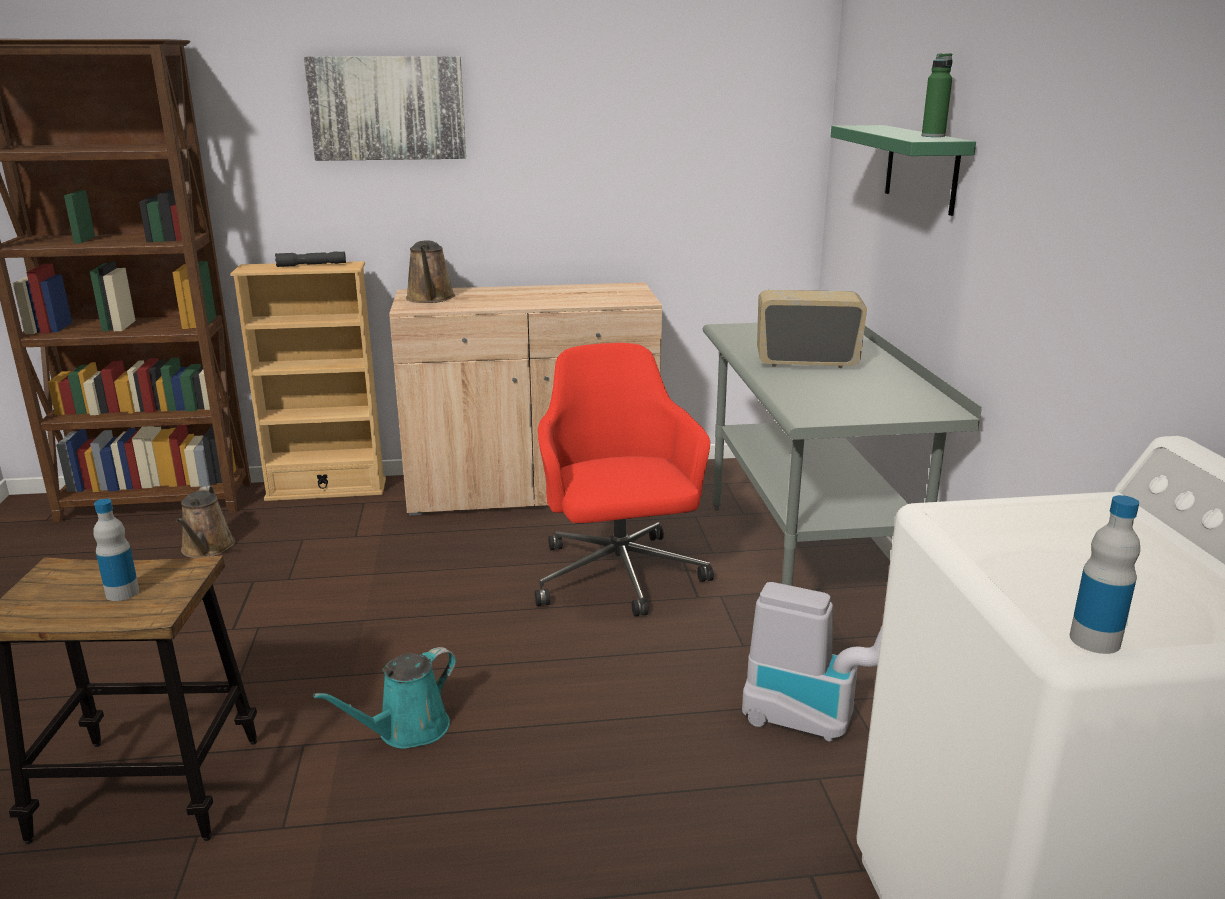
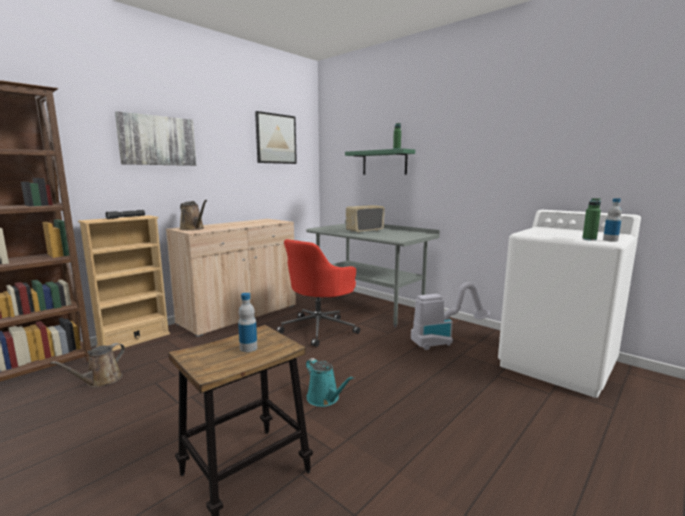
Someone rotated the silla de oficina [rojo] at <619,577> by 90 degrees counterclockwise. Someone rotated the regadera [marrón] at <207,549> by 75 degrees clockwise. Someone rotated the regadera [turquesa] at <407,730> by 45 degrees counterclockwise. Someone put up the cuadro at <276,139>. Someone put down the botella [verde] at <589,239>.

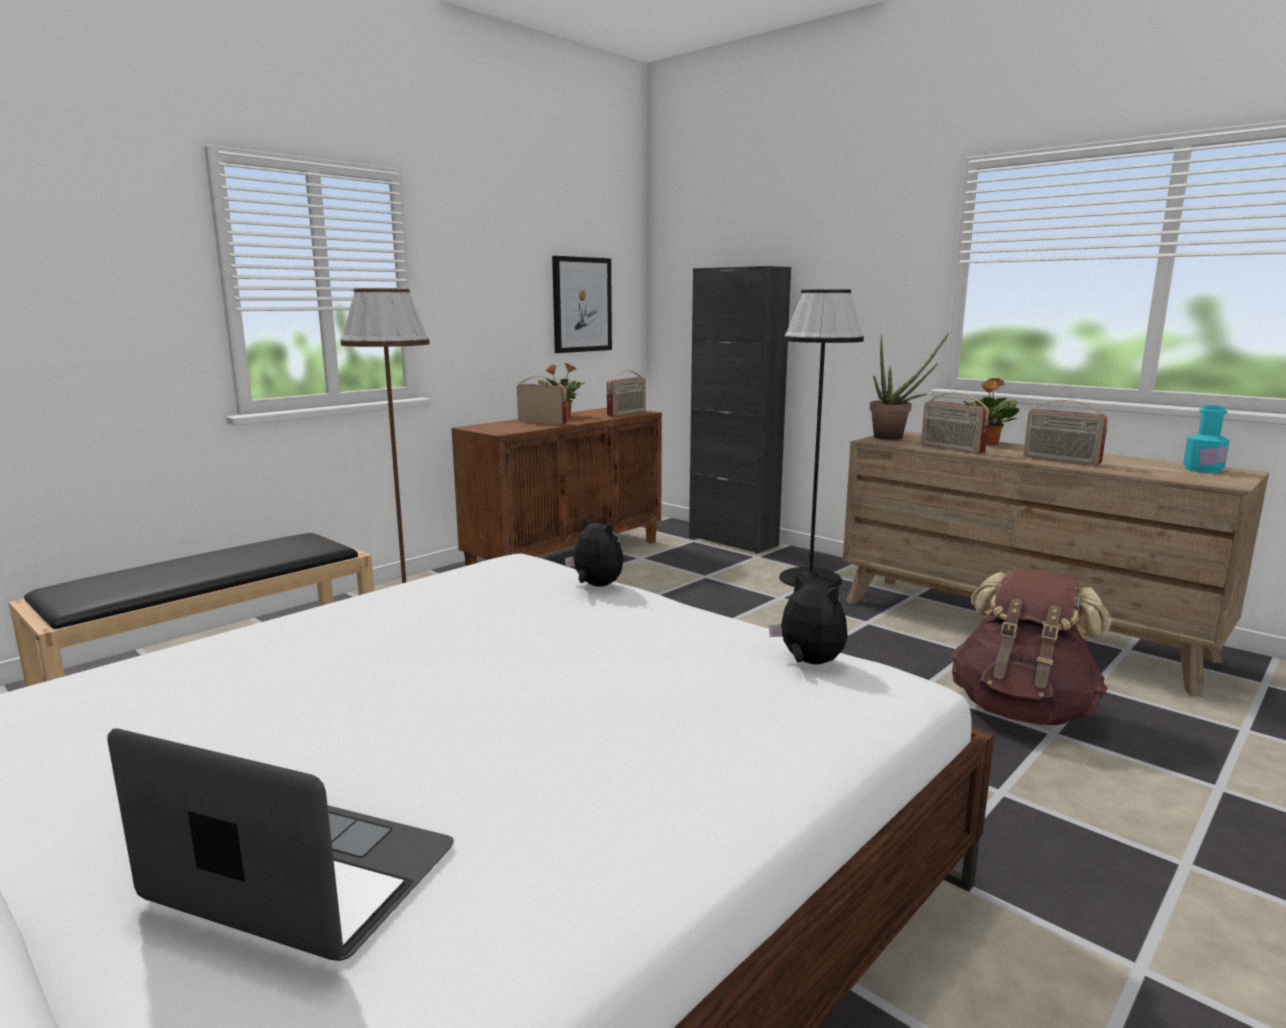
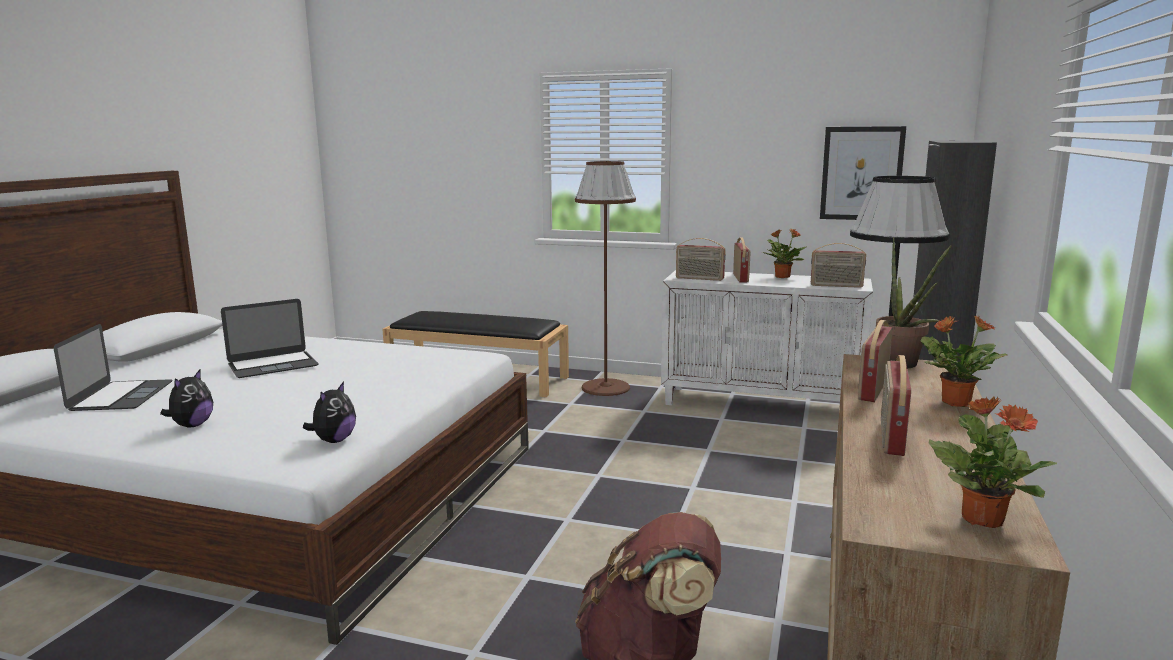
Someone swapped the botella [turquesa] at <1202,470> for the planta en maceta at <981,518>. Someone repainted the armario [marrón] at <566,556>, which became the armario [blanco] at <762,404>. Someone carried the peluche from <595,586> to <192,425>. Someone put down the radio at <699,279>. Someone put down the portátil at <273,365>.

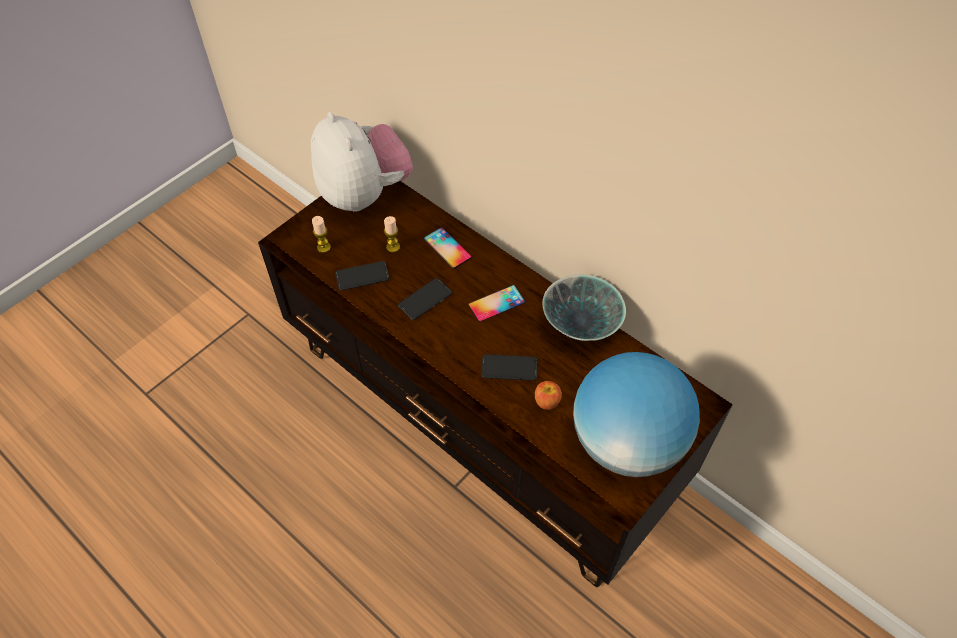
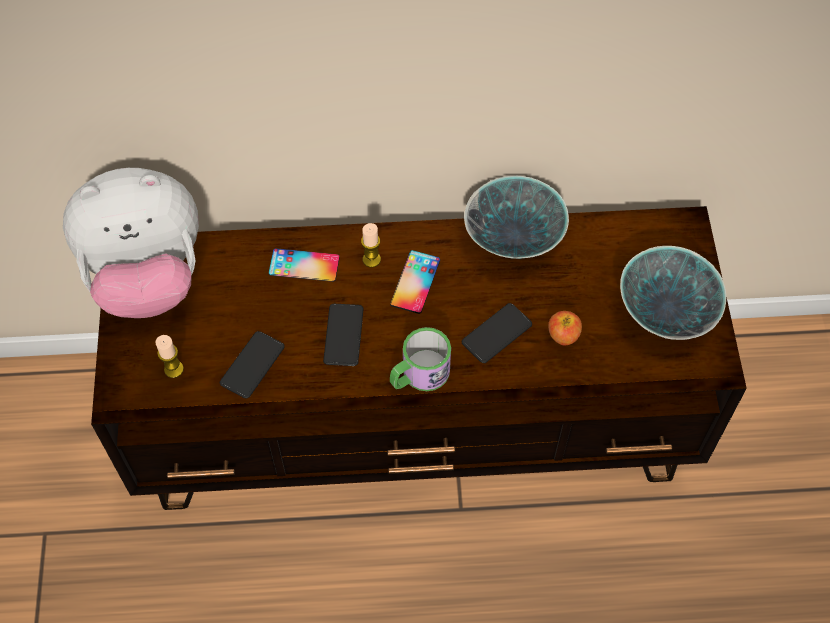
Someone rotated the peluche at <364,194> by 150 degrees clockwise. Someone carried the vela from <393,247> to <371,259>. Someone swapped the globo terráqueo at <627,442> for the cuenco at <664,313>. Someone put down the taza grande at <418,375>.

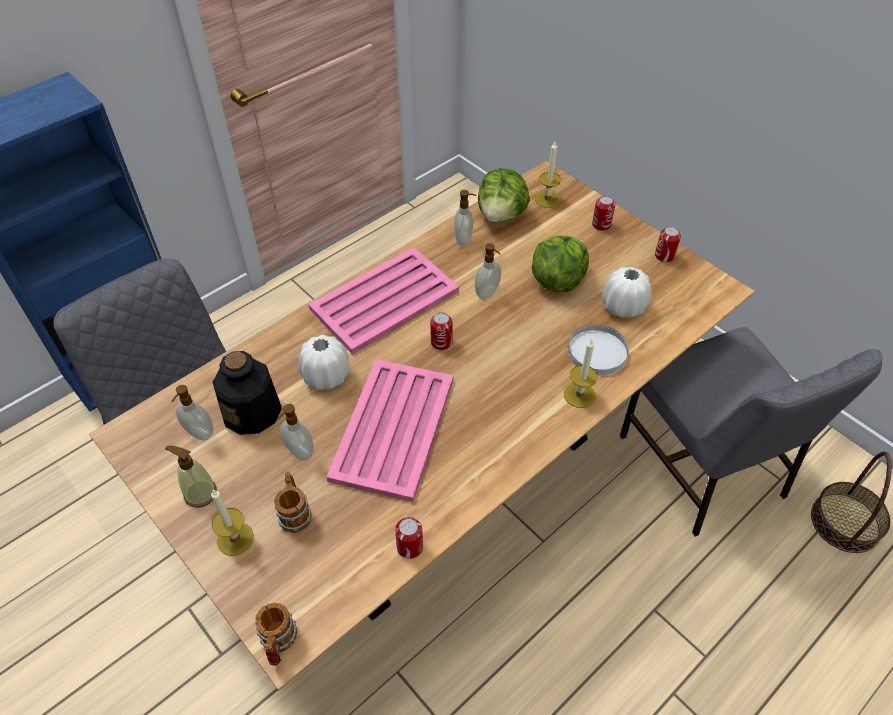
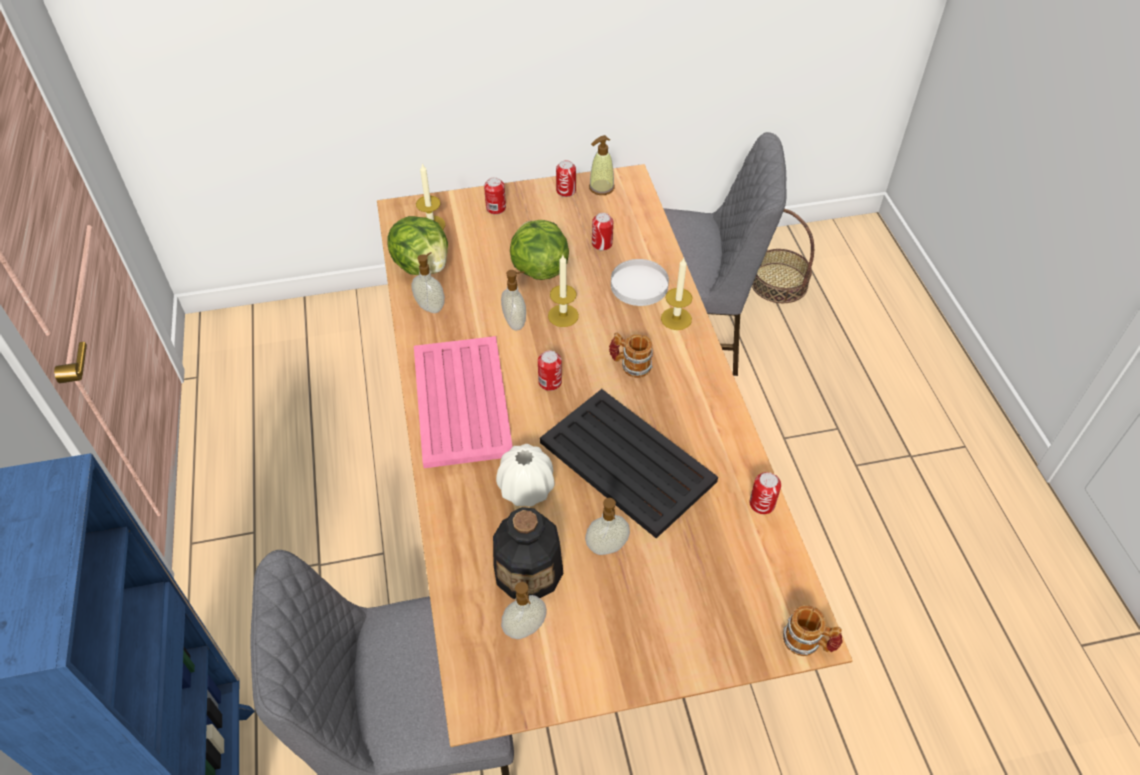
Someone swapped the florero [blanco] at <623,306> for the lata at <602,244>. Someone repainted the bandeja [rosa] at <394,427>, which became the bandeja [negro] at <626,460>. Someone carried the dispensador de jabón from <200,493> to <601,187>. Someone carried the taza grande from <295,512> to <630,365>. Someone carried the vela from <235,539> to <563,315>.

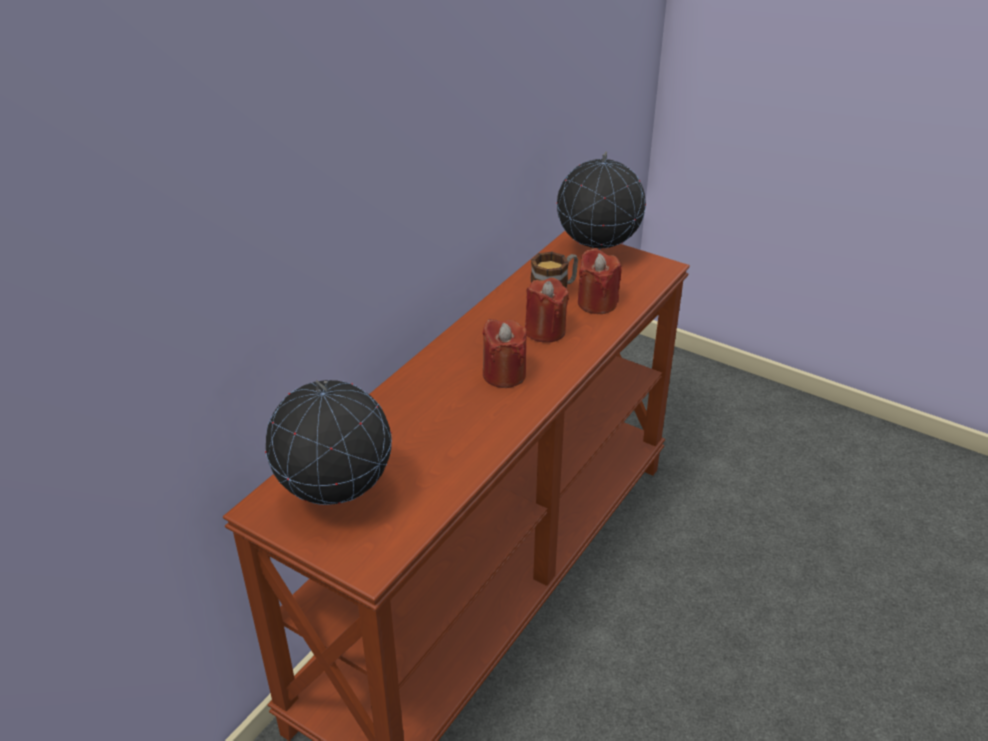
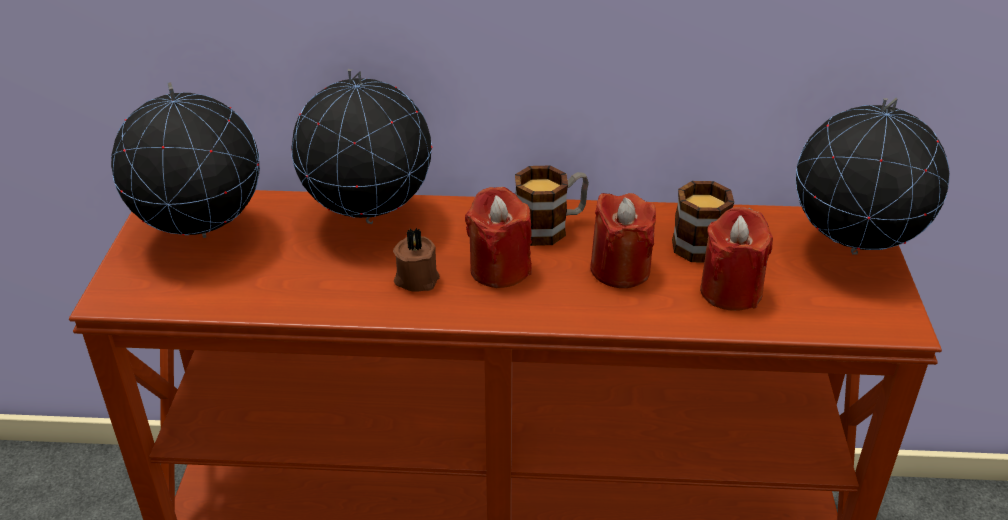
Someone put down the globo terráqueo at <368,221>. Someone put down the taza grande at <550,227>. Someone put down the vela [marrón] at <416,278>.

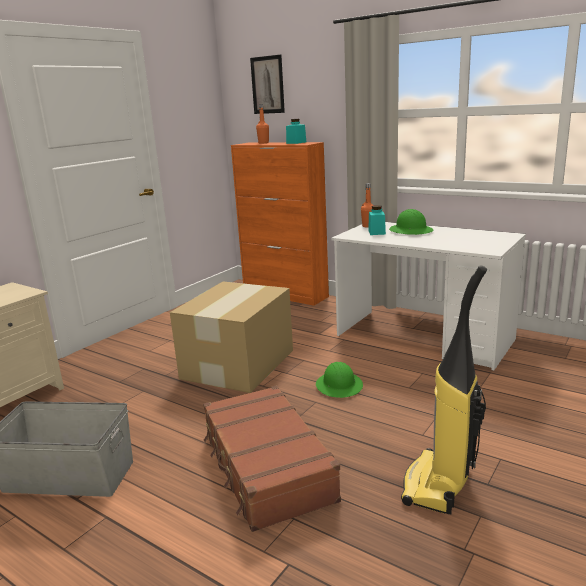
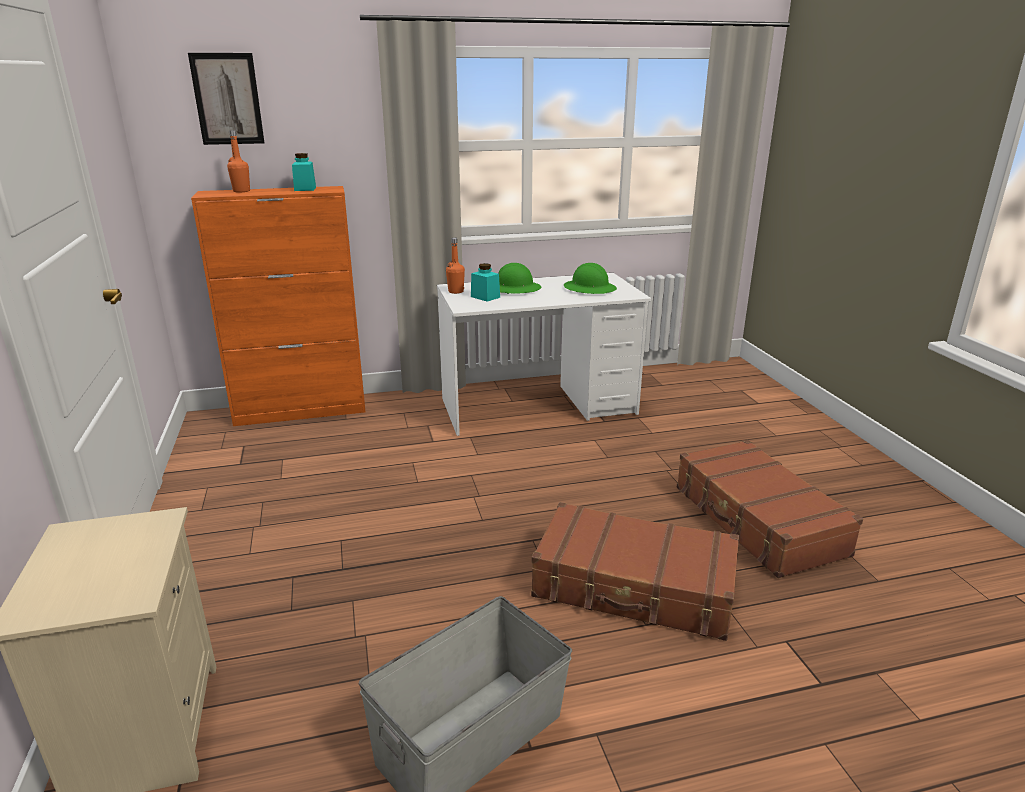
Someone swapped the aspiradora at <438,485> for the maleta [marrón] at <757,521>. Someone took away the caja de cartón at <237,364>. Someone carried the casco [verde] from <339,386> to <589,288>.

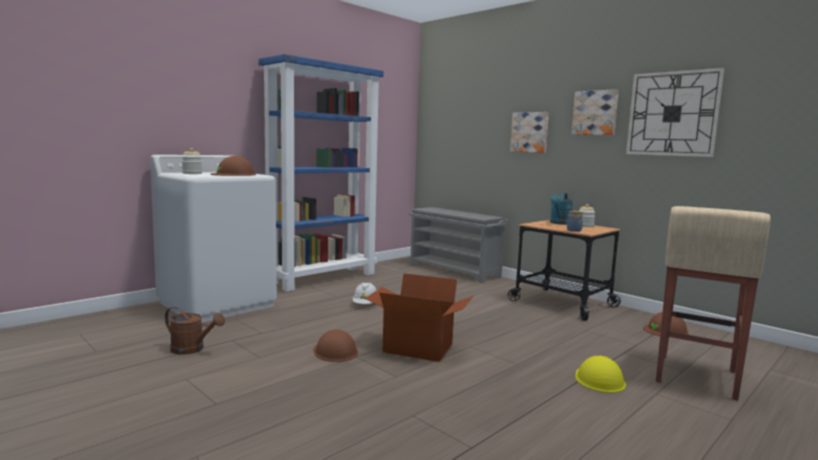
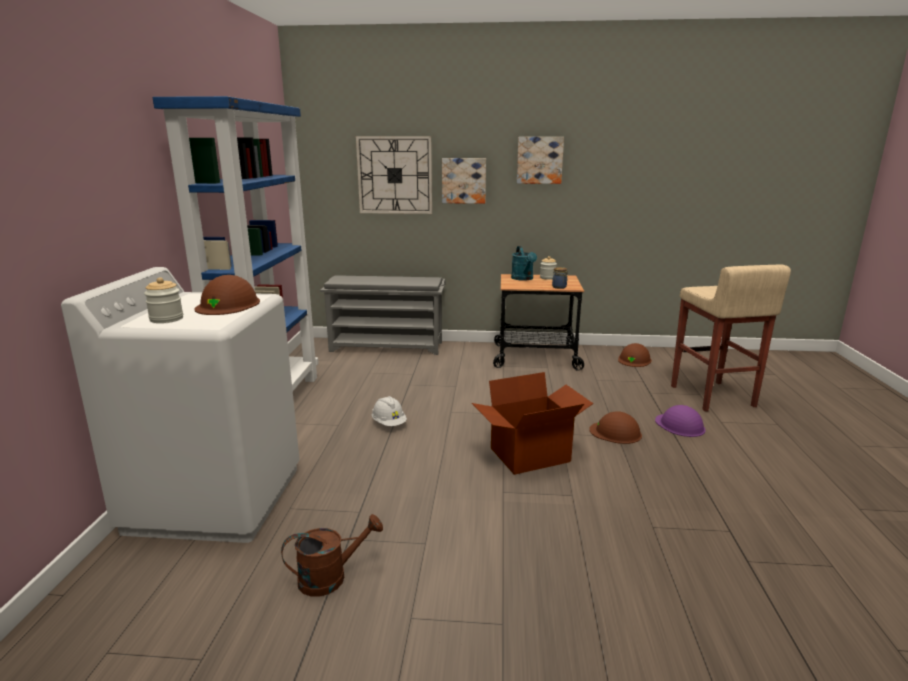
Someone carried the reloj de pared from <672,114> to <395,175>. Someone carried the casco [marrón] from <335,351> to <615,432>. Someone repainted the casco [amarillo] at <599,379>, which became the casco [morado] at <680,425>.

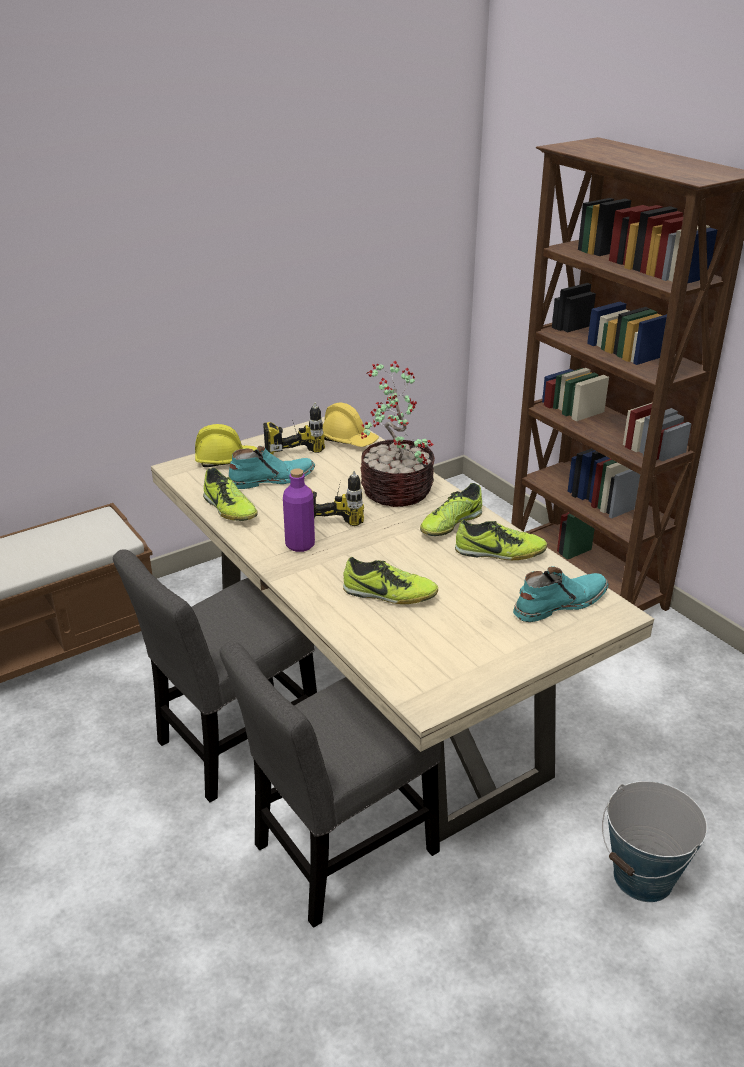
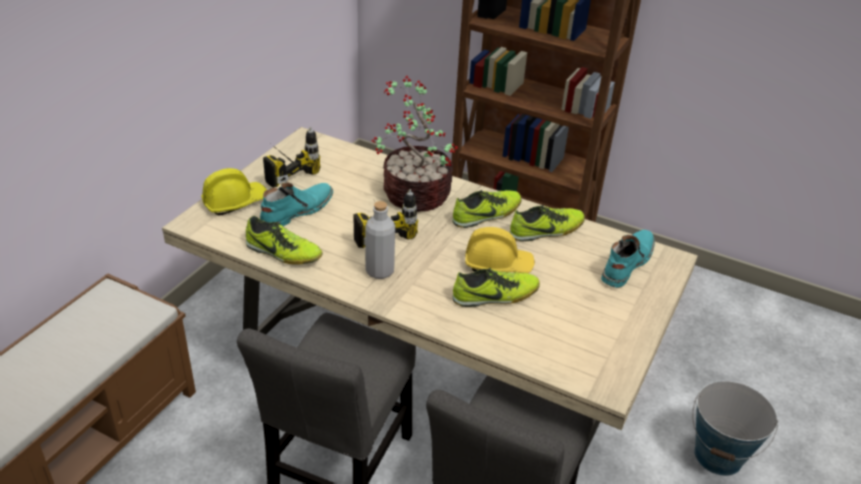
Someone carried the casco [amarillo] from <348,440> to <498,264>. Someone repainted the botella [morado] at <300,545>, which became the botella [gris] at <379,271>. Someone rotated the zapato at <450,524> by 135 degrees counterclockwise.

